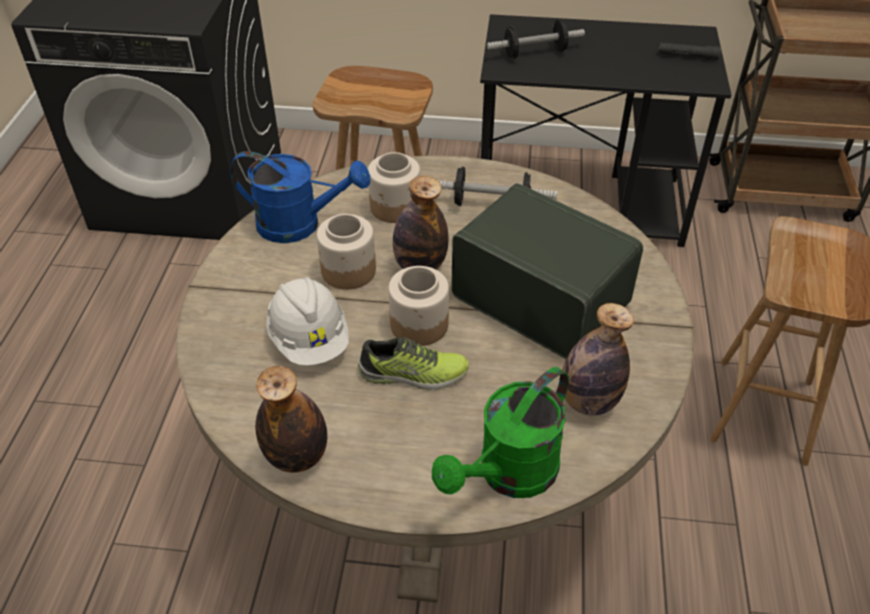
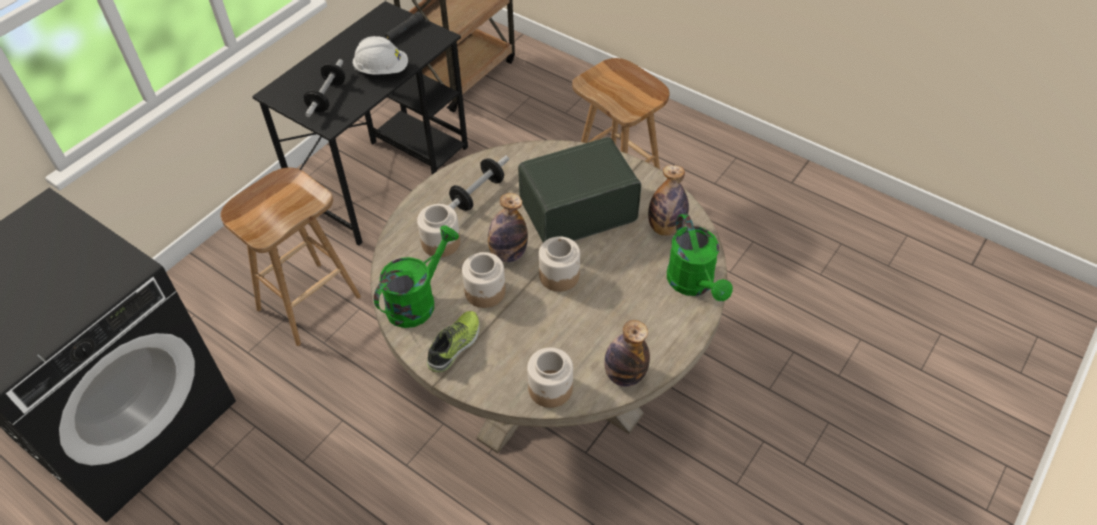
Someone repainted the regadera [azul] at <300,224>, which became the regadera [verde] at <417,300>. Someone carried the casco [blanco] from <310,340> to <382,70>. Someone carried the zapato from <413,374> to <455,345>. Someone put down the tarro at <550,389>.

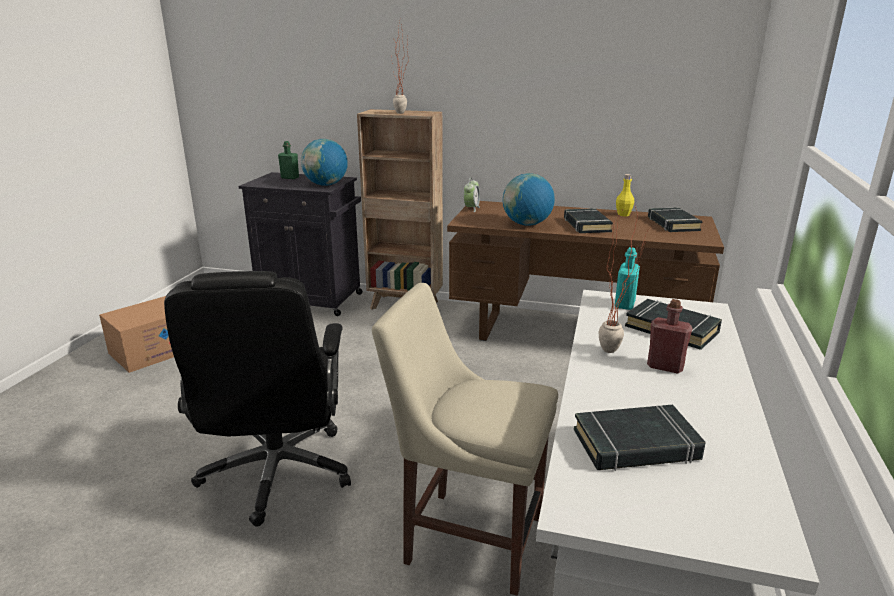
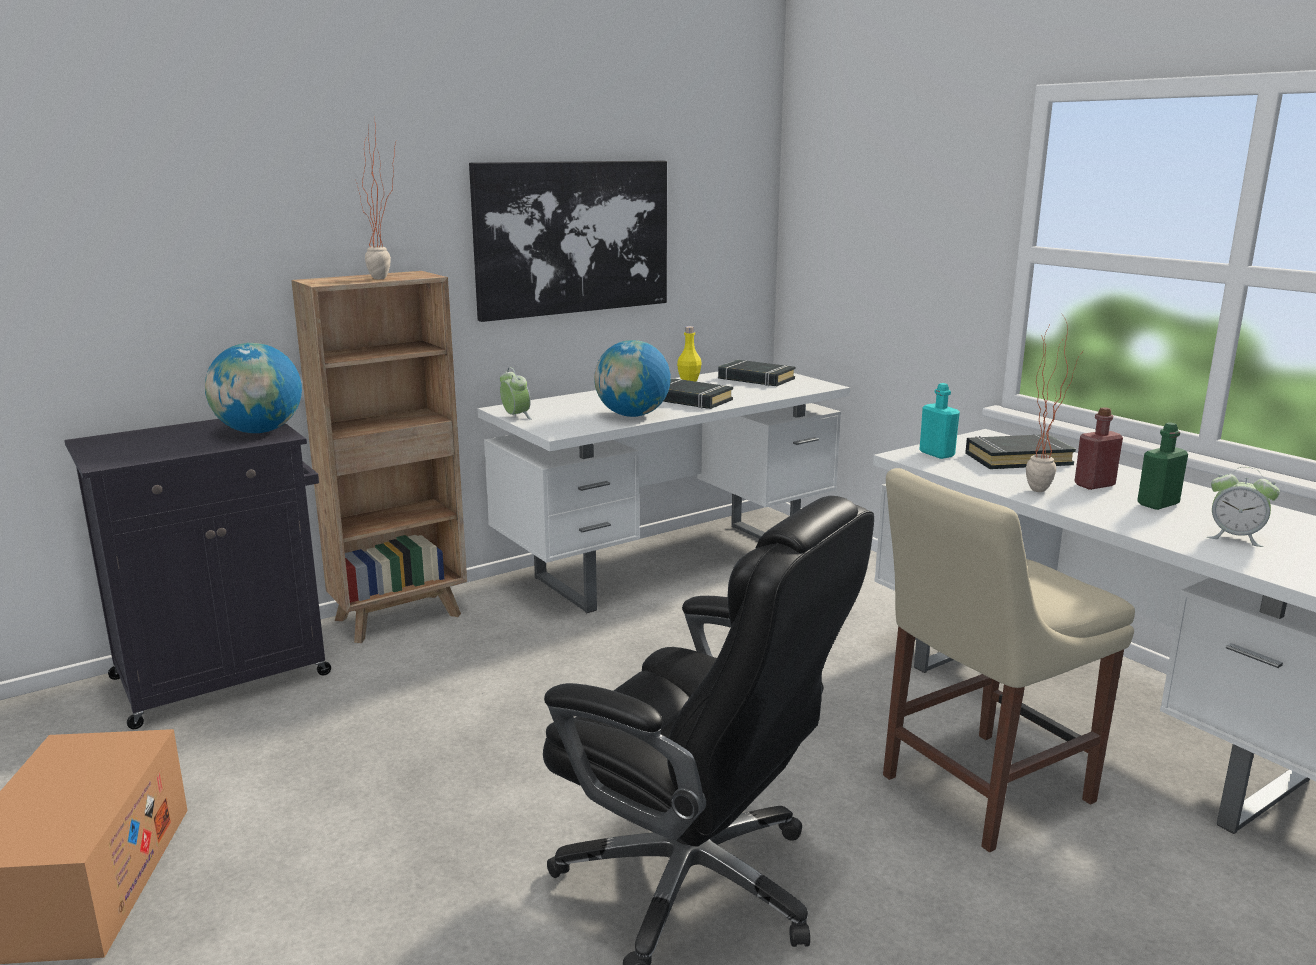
Someone carried the botella [verde] from <290,178> to <1158,504>. Someone repainted the escritorio [marrón] at <573,335>, which became the escritorio [blanco] at <670,563>. Someone swapped the libro [negro] at <636,445> for the despertador at <1235,538>. Someone put up the cuadro at <573,237>.

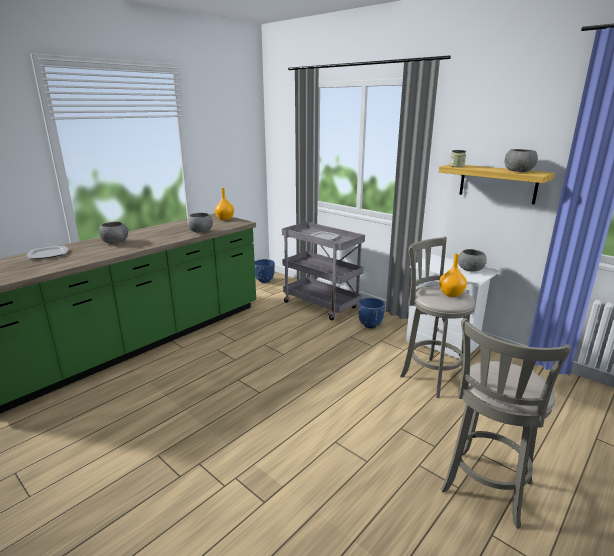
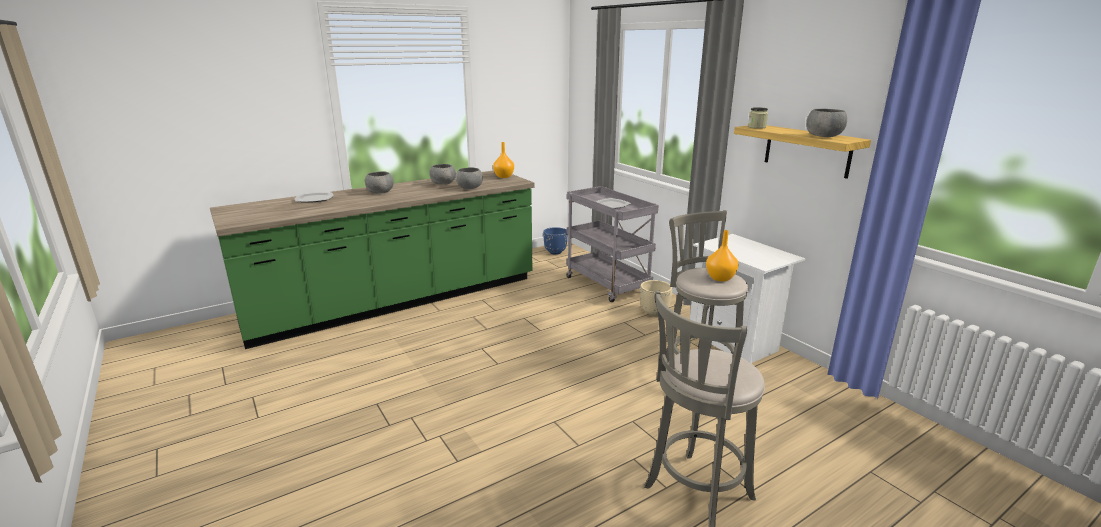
Someone carried the cuenco [gris] from <470,270> to <443,183>. Someone repainted the maceta [azul] at <370,325>, which became the maceta [beis] at <654,312>.

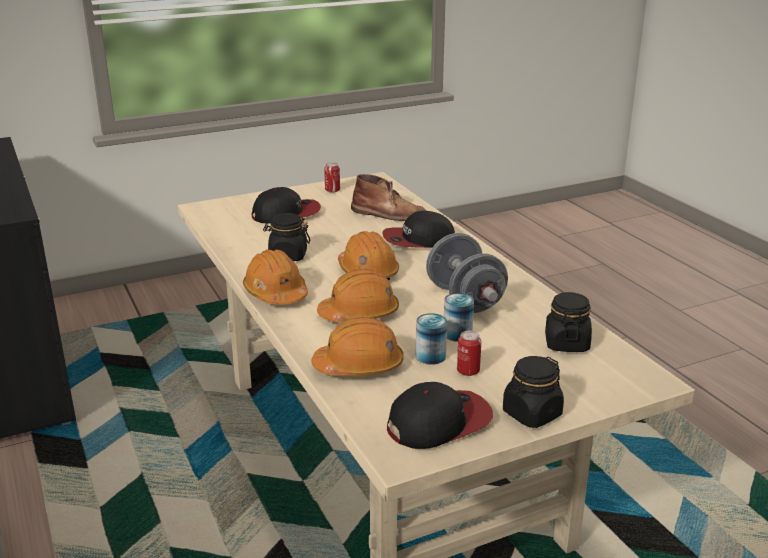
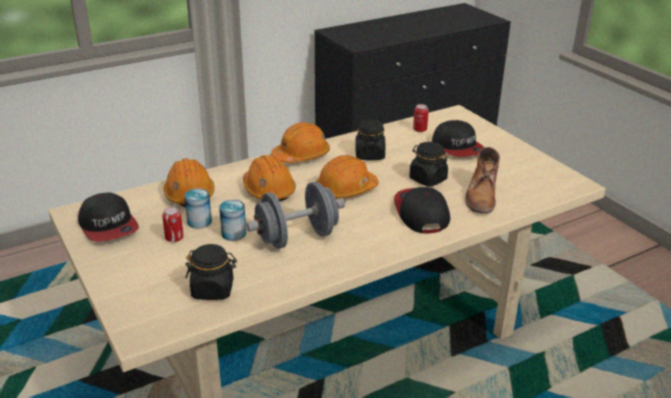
Someone carried the lata from <332,190> to <420,130>. Someone carried the tarro [negro] from <531,414> to <427,179>.

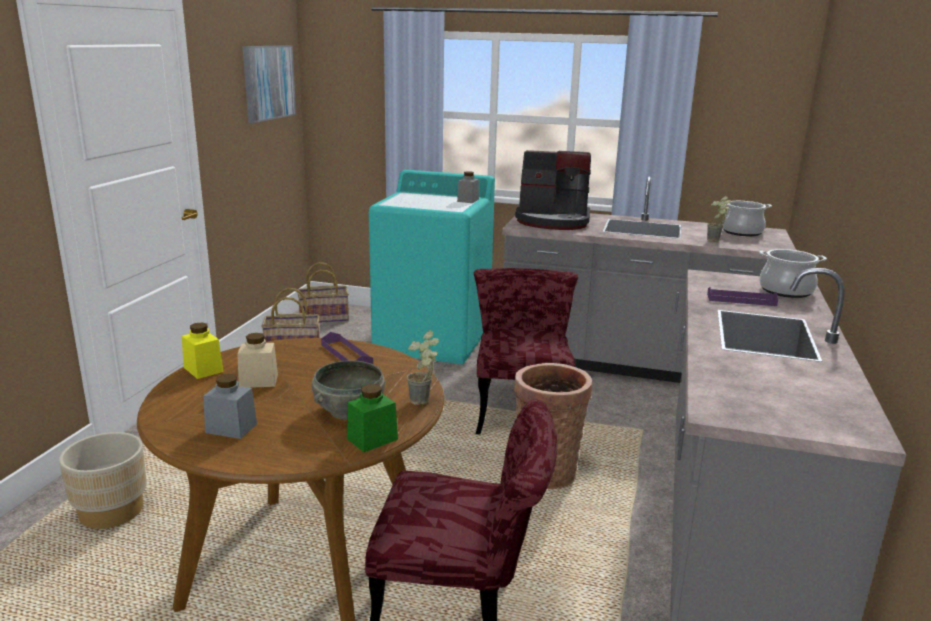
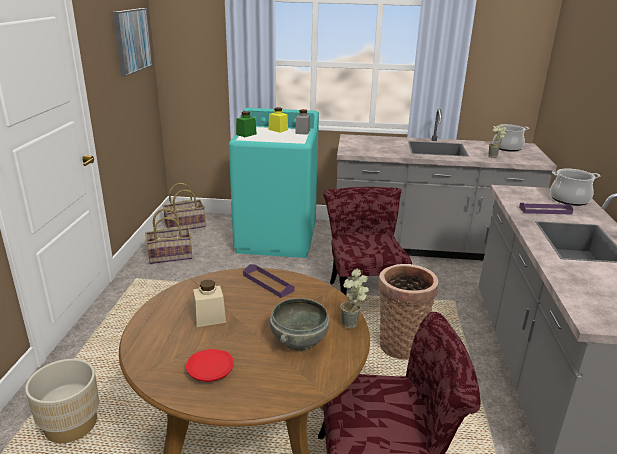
Someone took away the cafetera at <553,221>. Someone carried the tarro [amarillo] from <203,369> to <278,130>. Someone swapped the tarro [gris] at <231,428> for the plato [rojo] at <211,371>. Someone carried the tarro [verde] from <372,439> to <246,134>.

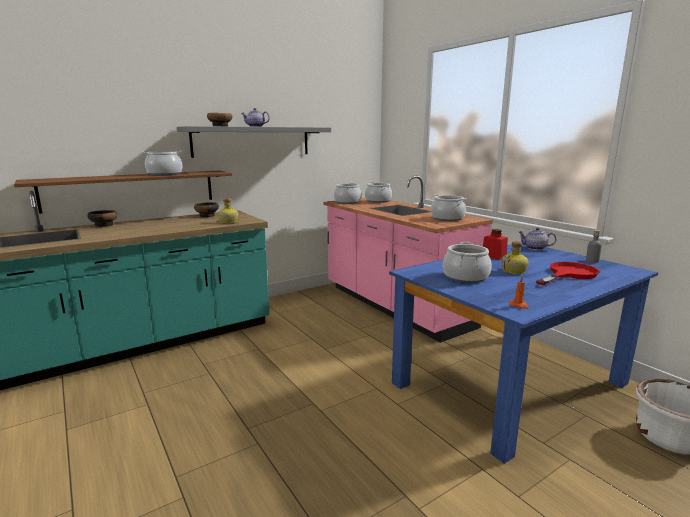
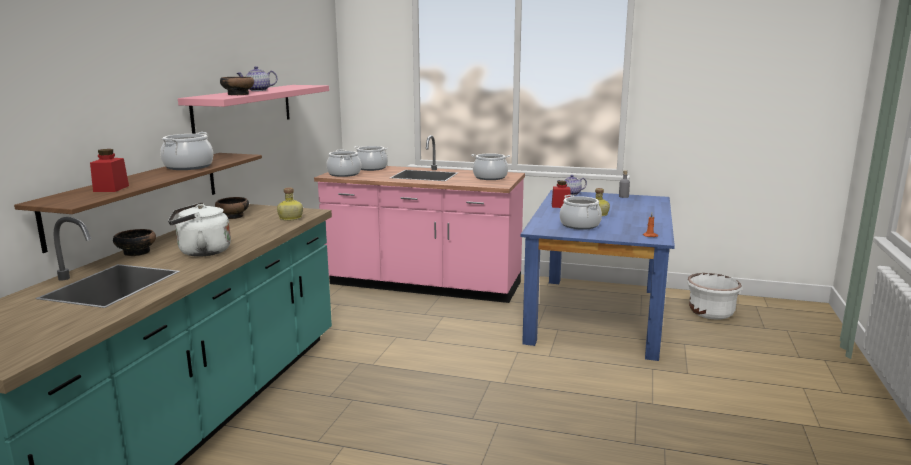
Someone repainted the estante [gris] at <252,141>, which became the estante [rosa] at <244,109>. Someone took away the sartén [rojo] at <568,274>. Someone put down the tarro [rojo] at <111,188>. Someone put down the hervidor [blanco] at <201,252>.

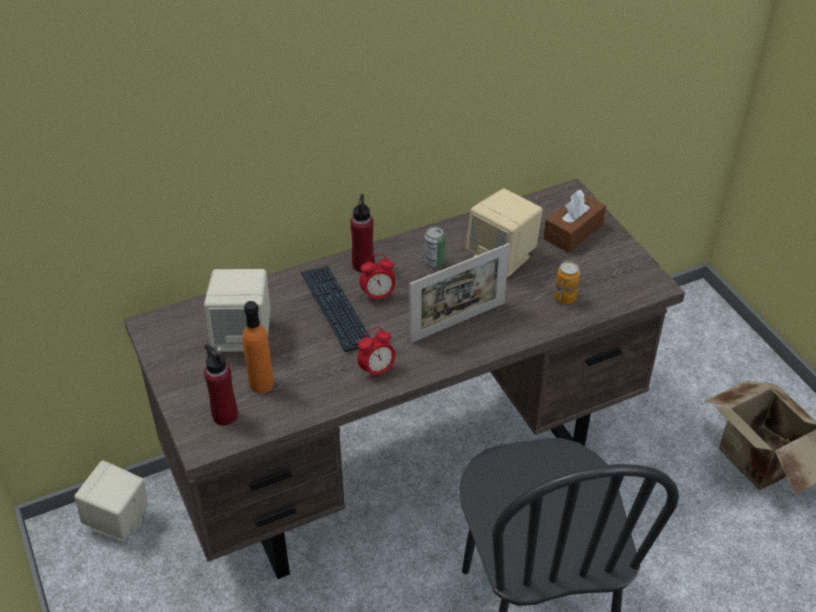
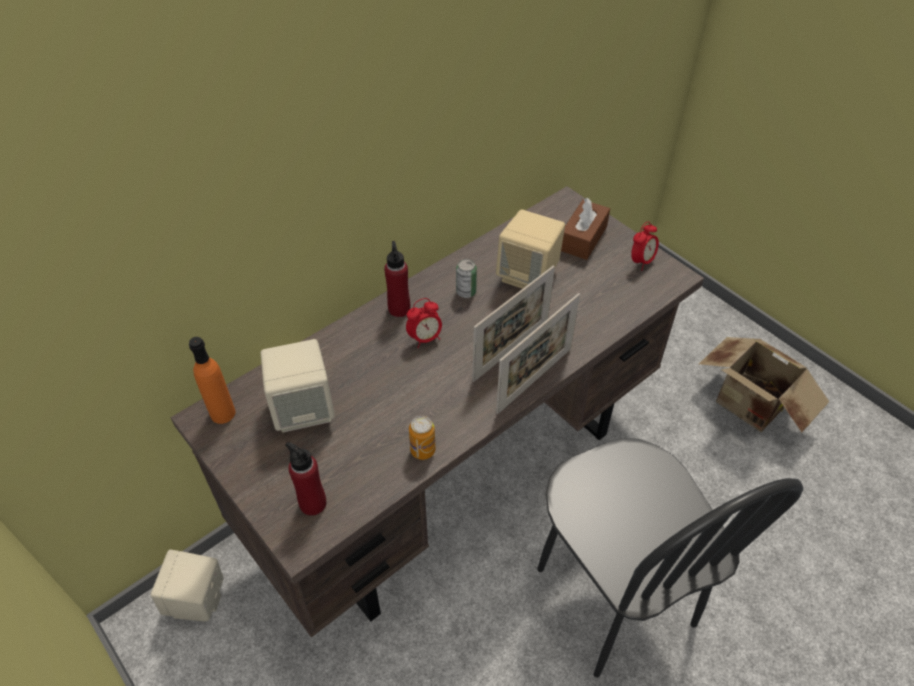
Someone carried the lata from <565,297> to <423,450>. Someone took away the teclado at <336,309>. Someone carried the botella [naranja] from <261,384> to <222,413>. Someone carried the despertador from <377,370> to <641,261>. Someone put down the portarretratos at <534,380>.

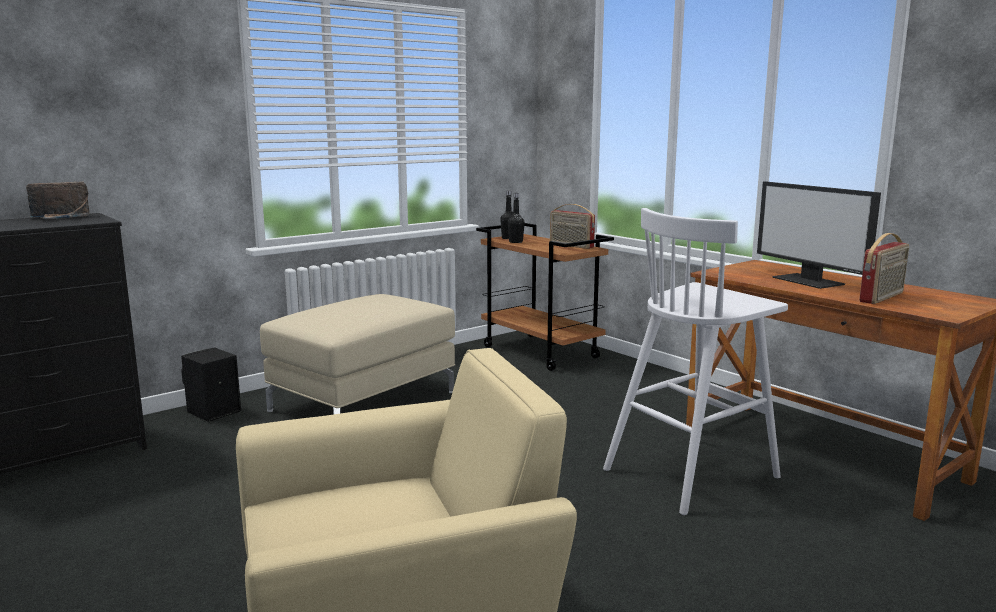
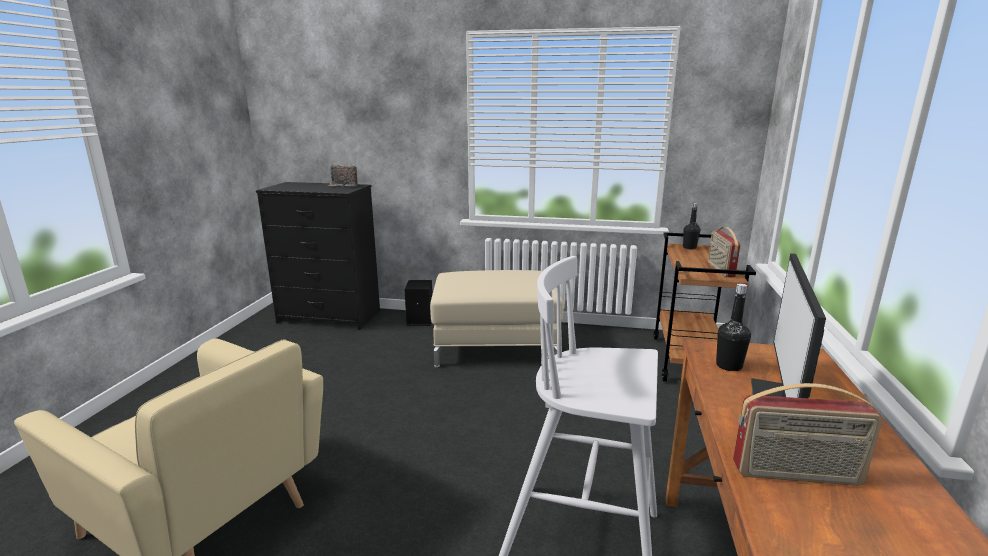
Someone carried the botella [negro] from <515,242> to <729,366>.

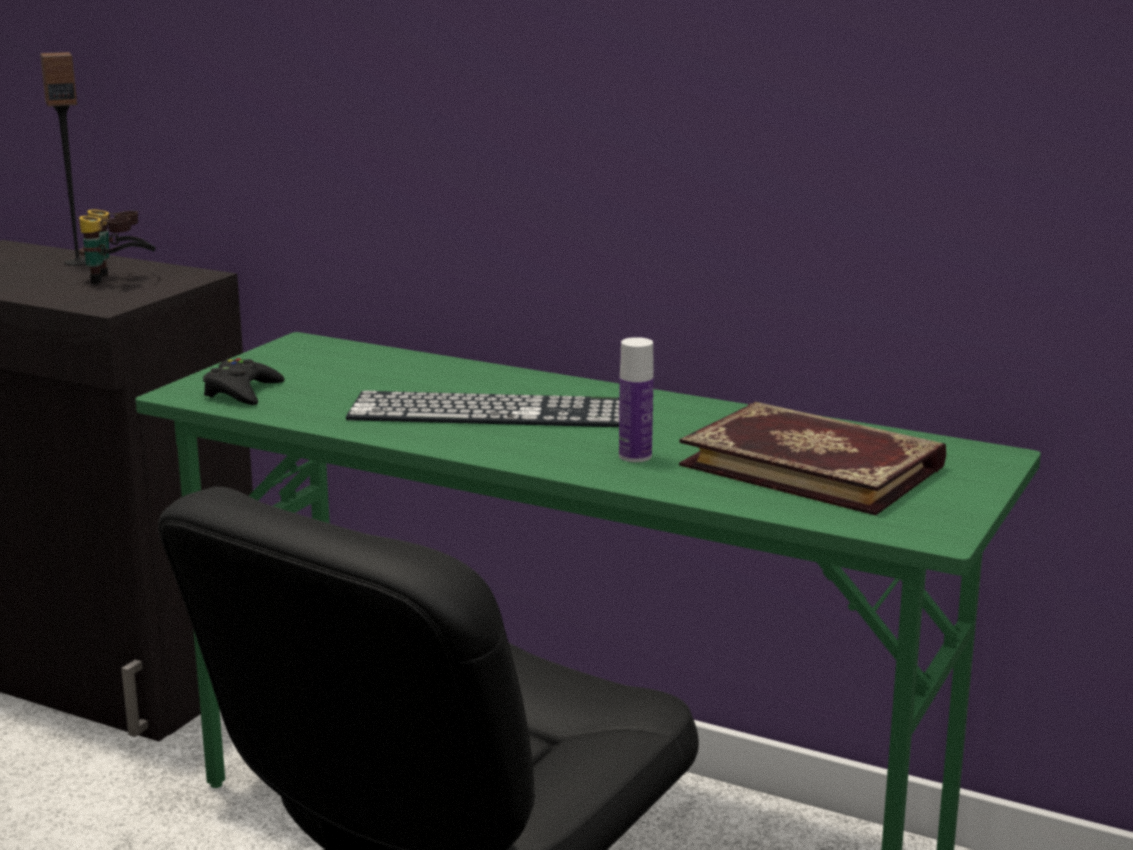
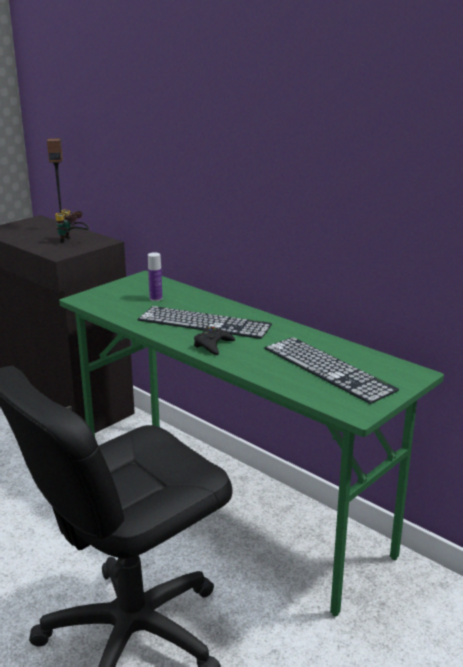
Someone carried the botella from <635,456> to <156,298>. Someone carried the mando de consola [negro] from <242,391> to <213,345>. Someone swapped the libro at <813,465> for the teclado at <328,368>.

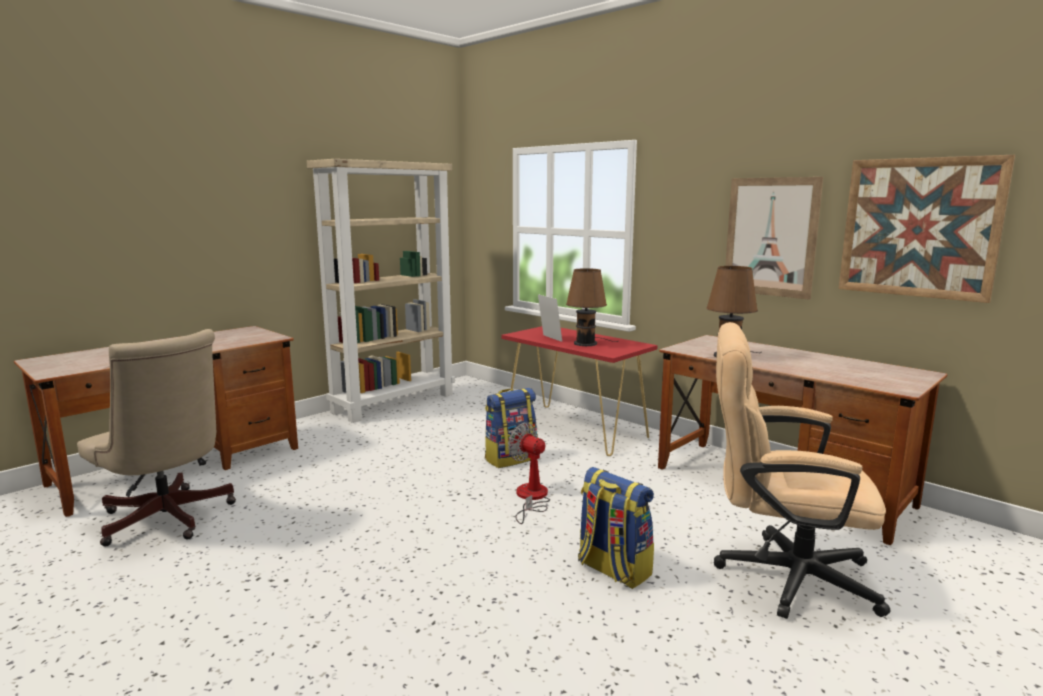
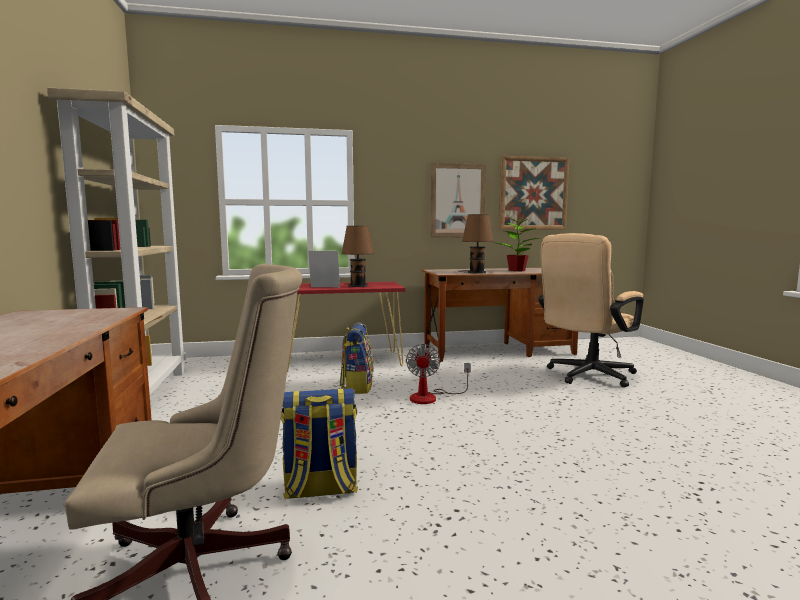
Someone rotated the ventilador at <531,498> by 75 degrees counterclockwise. Someone carried the mochila from <612,570> to <320,489>. Someone put down the planta en maceta at <517,270>.

